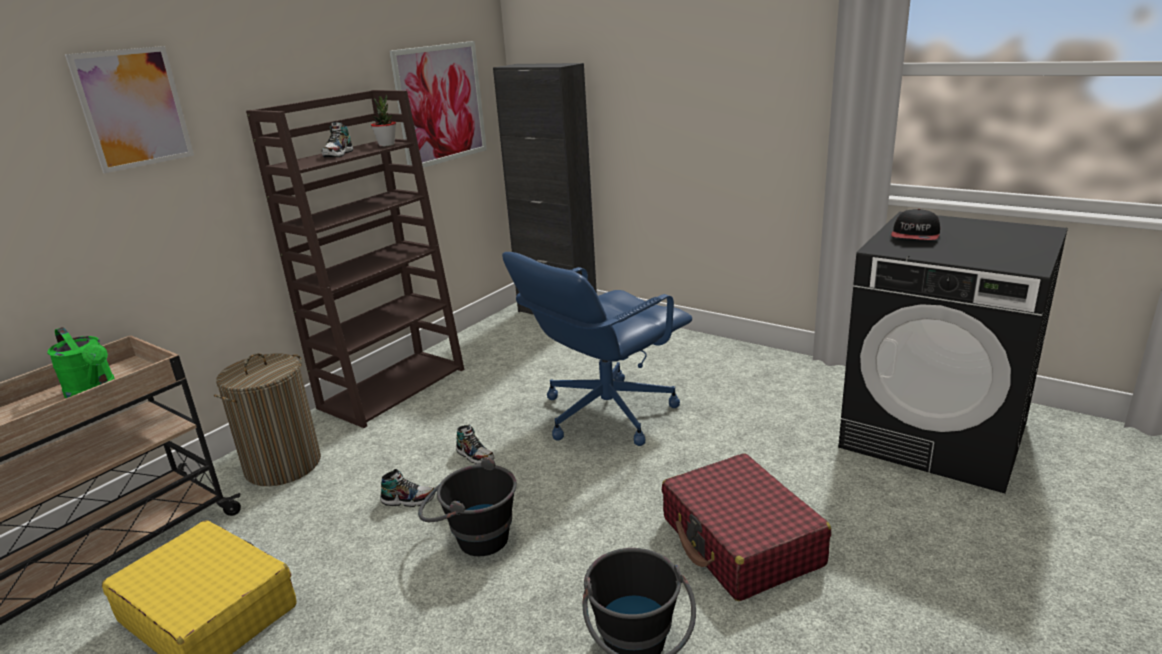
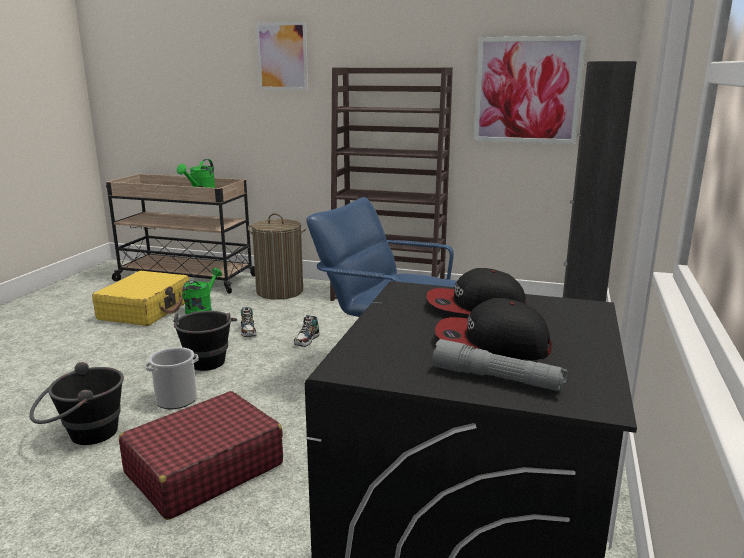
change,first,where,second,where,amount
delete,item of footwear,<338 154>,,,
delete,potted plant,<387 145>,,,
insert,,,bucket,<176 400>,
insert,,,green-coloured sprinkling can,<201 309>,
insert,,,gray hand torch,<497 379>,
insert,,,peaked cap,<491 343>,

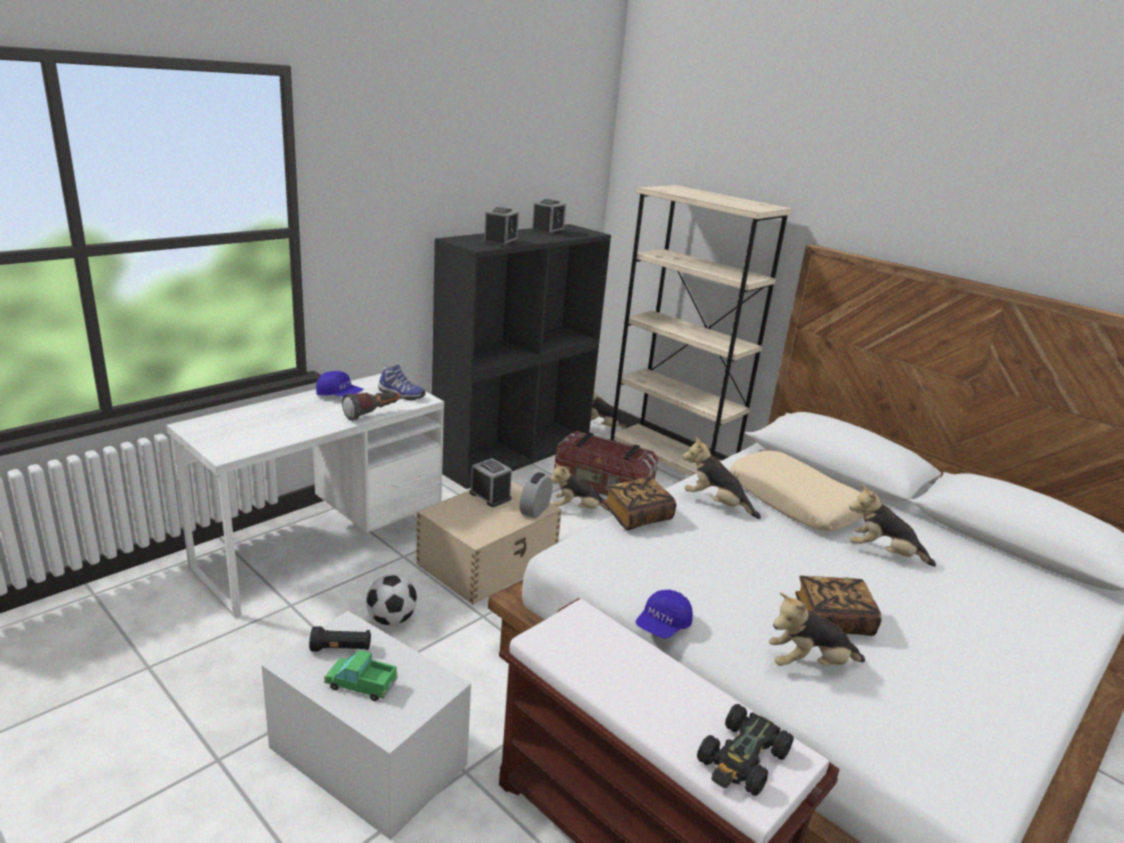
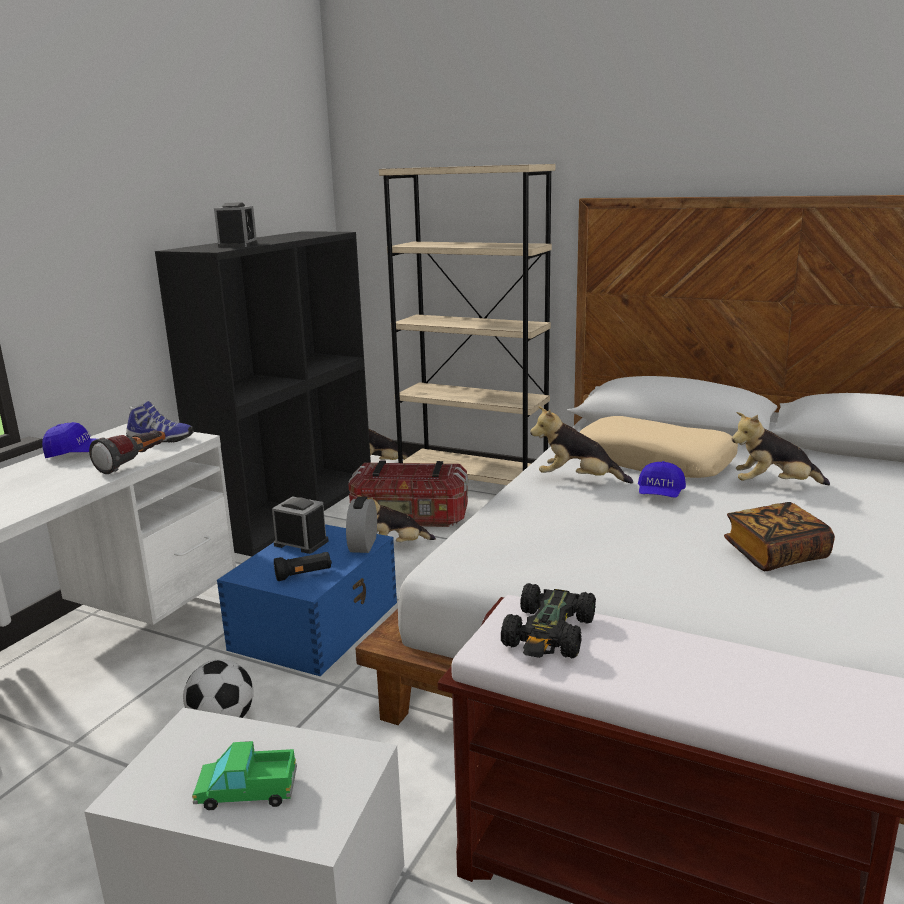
change,first,where,second,where,amount
delete,table clock,<547 231>,,,
delete,volume,<637 516>,,,
delete,soft toy,<809 664>,,,
move,black-coloured hand torch,<341 649>,,<304 575>,
move,blue peaked cap,<662 626>,,<660 495>,
move,black-coloured model car,<743 759>,,<549 633>,
recolor,sand-coloured storage box,<489 561>,blue storage box,<317 624>,

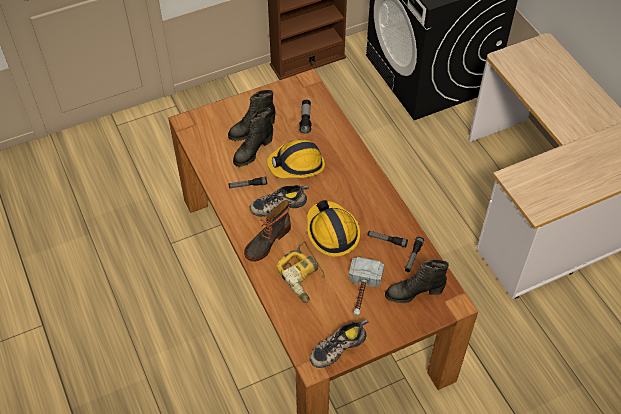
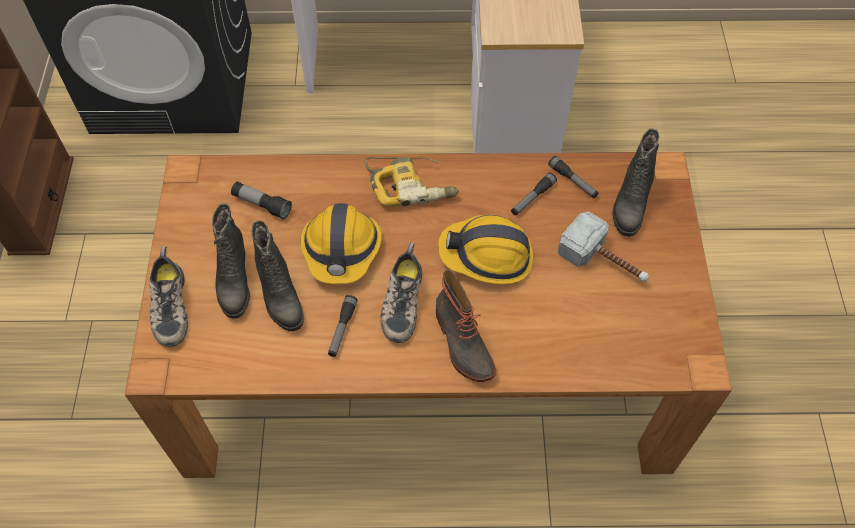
change,first,where,second,where,amount
move,power drill,<303 276>,,<411 185>,
move,item of footwear,<337 346>,,<168 306>,

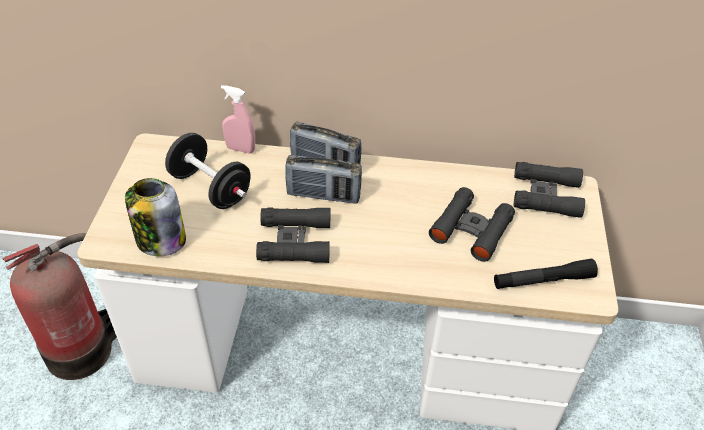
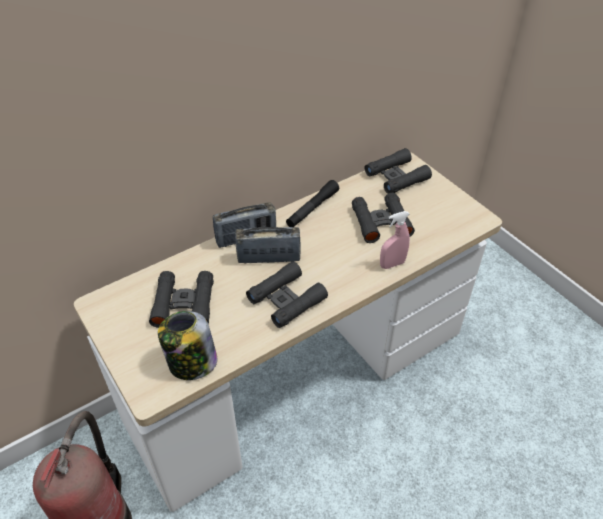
change,first,where,second,where,amount
move,pinkish sprayer,<240 149>,,<392 264>,
move,black-coloured hand torch,<543 280>,,<312 209>,
replace,black-coloured dumbbell,<210 188>,black-coloured binoculars,<184 304>,
rotate,radio receiver,<323 195>,,<269 258>,150 degrees counterclockwise

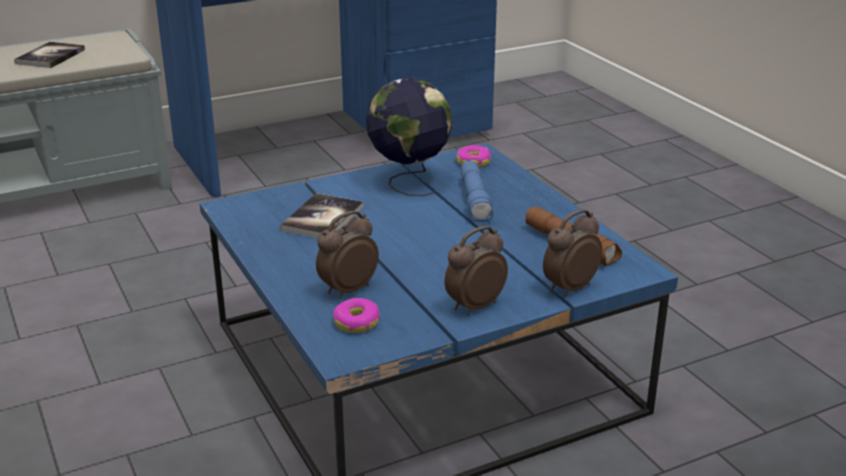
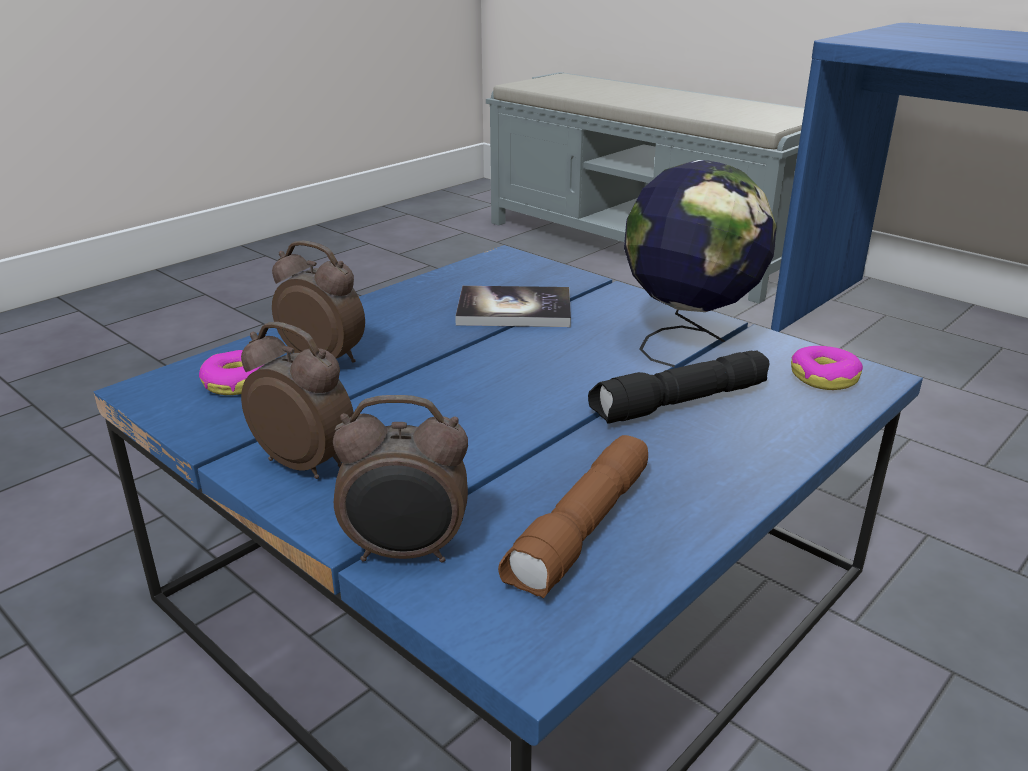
change,first,where,second,where,amount
delete,volume,<50 56>,,,
recolor,blue hand torch,<476 200>,black-coloured hand torch,<679 404>,
rotate,table clock,<568 288>,,<406 553>,150 degrees clockwise

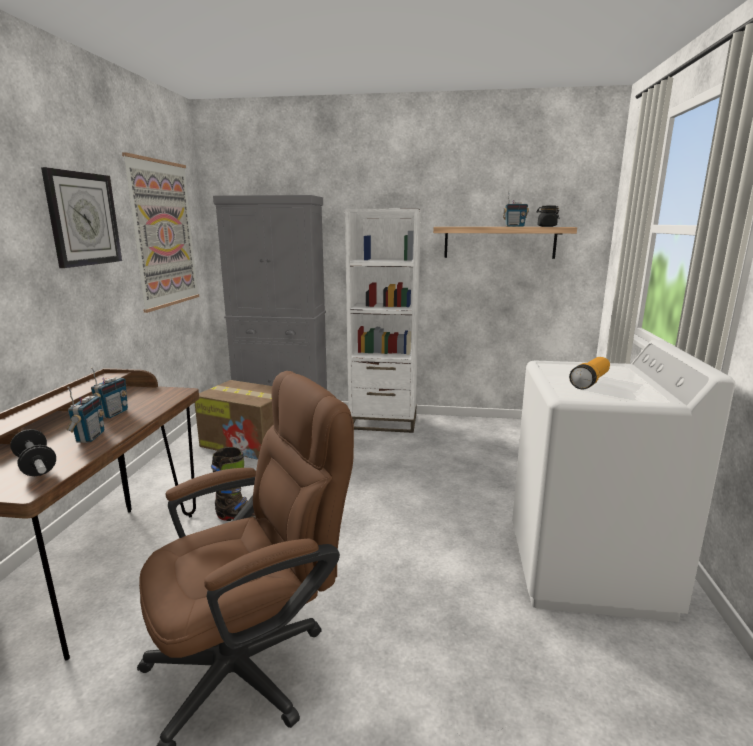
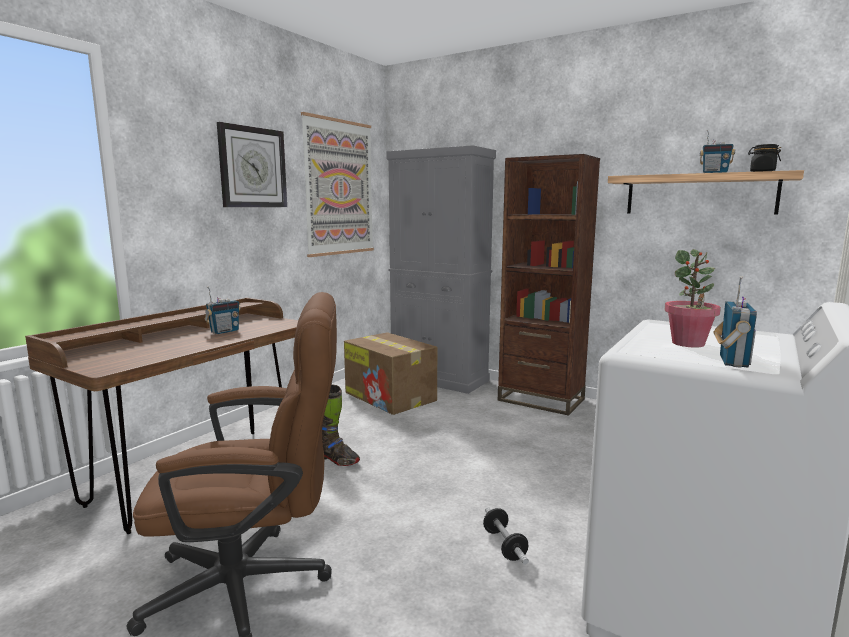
change,first,where,second,where,amount
move,dumbbell,<36 466>,,<504 545>,
move,radio receiver,<90 437>,,<732 361>,
replace,hand torch,<590 382>,potted plant,<688 343>,
recolor,white shelving unit,<383 422>,brown-coloured shelving unit,<541 400>,

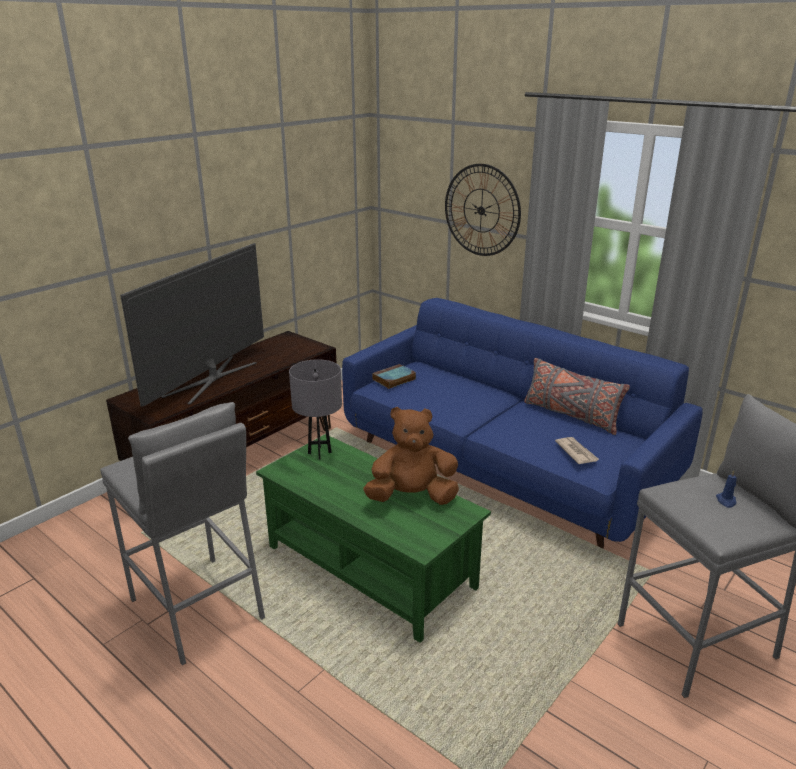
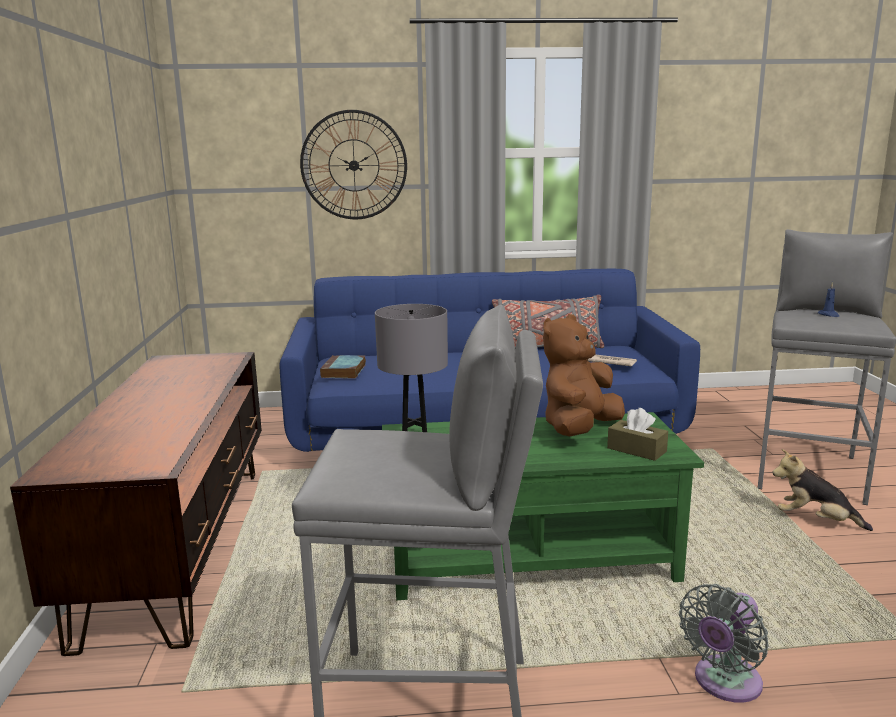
change,first,where,second,where,amount
delete,TV,<211 379>,,,
insert,,,brown-coloured tissue box,<636 450>,
insert,,,gray electric fan,<724 683>,
insert,,,soft toy,<815 521>,

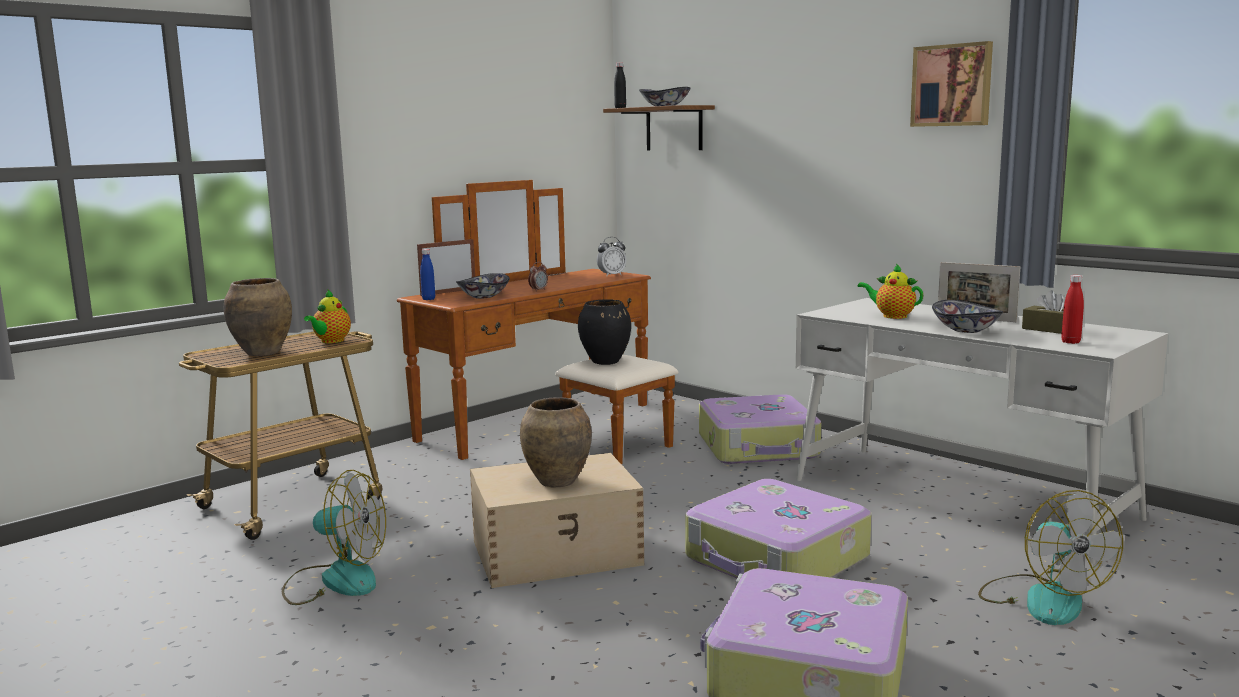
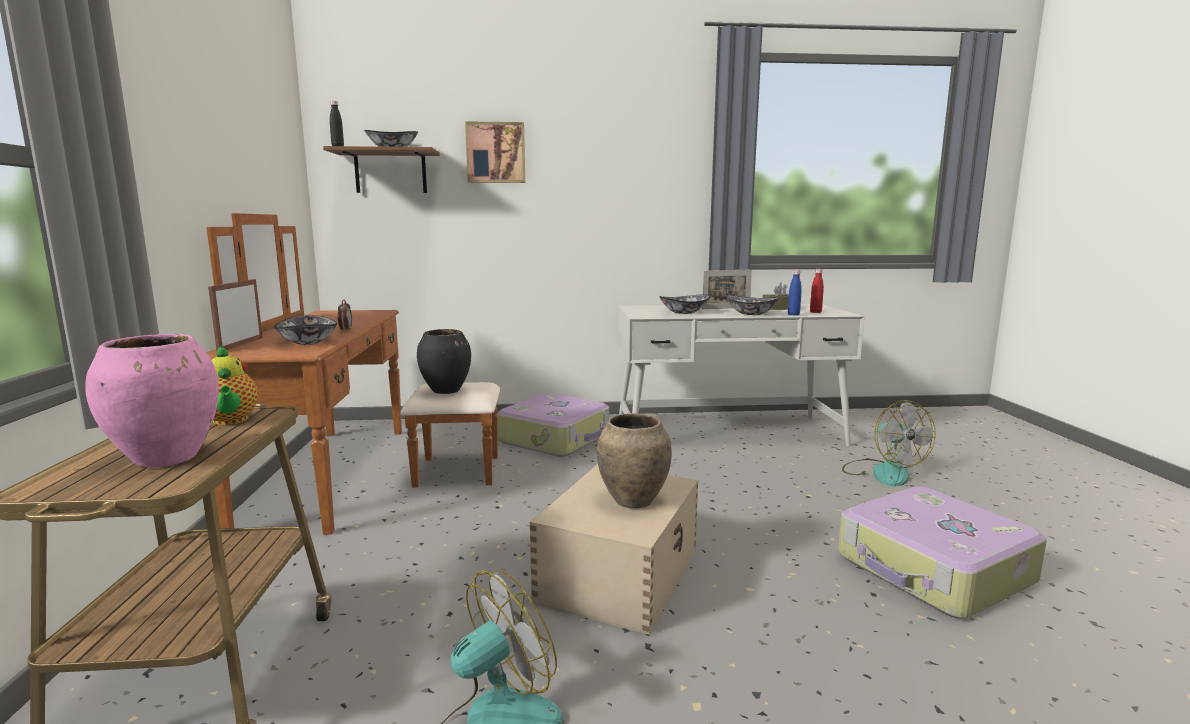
change,first,where,second,where,amount
delete,table clock,<611 275>,,,
delete,piece of luggage,<776 559>,,,
move,blue bottle,<428 299>,,<793 314>,
move,picture,<952 85>,,<496 153>,
replace,pot for tea,<892 316>,bowl,<684 312>,
recolor,brown-coloured vase,<263 353>,pinkish vase,<168 458>,
rotate,electric fan,<1042 599>,,<882 472>,45 degrees clockwise

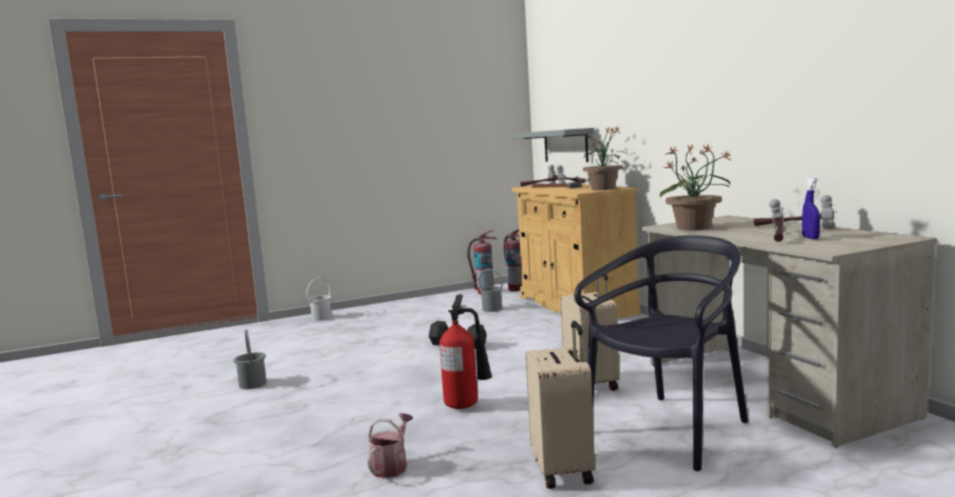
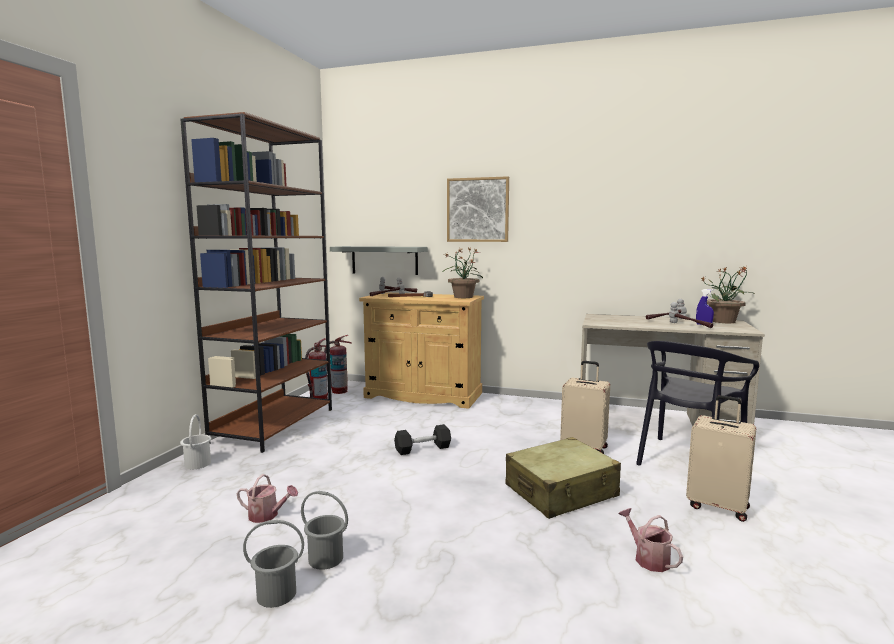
change,first,where,second,where,amount
insert,,,brown-coloured shelving unit,<274 425>,
insert,,,sprinkling can,<267 515>,
insert,,,picture,<477 210>,
move,gray bucket,<492 309>,,<276 594>,
move,potted plant,<694 228>,,<724 321>,
replace,fire extinguisher,<467 405>,sand-coloured piece of luggage,<561 491>,
rotate,black-coloured chair,<669 430>,,<687 461>,135 degrees counterclockwise

